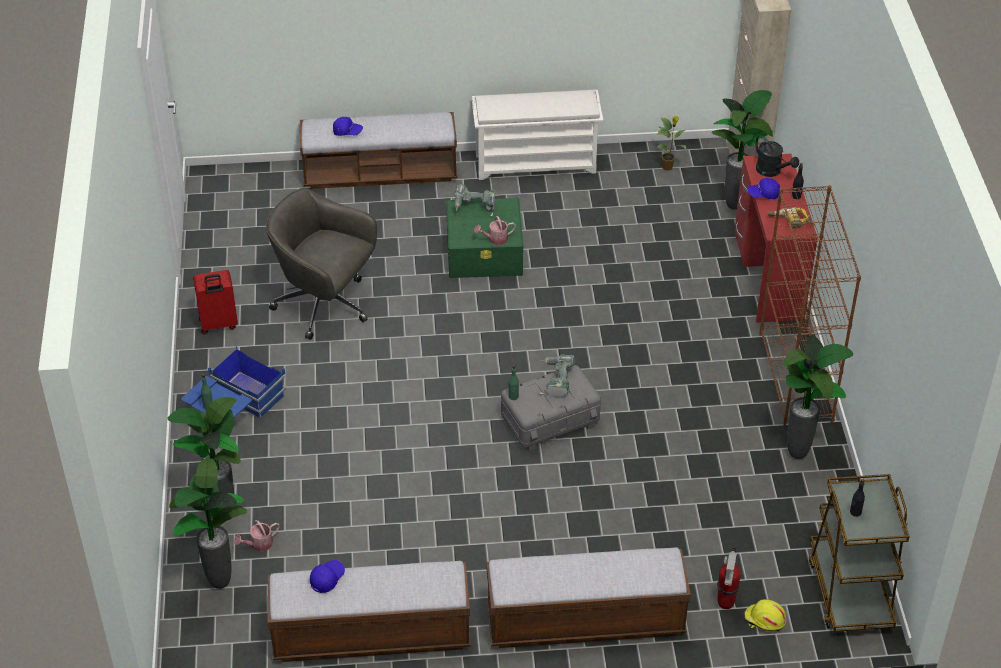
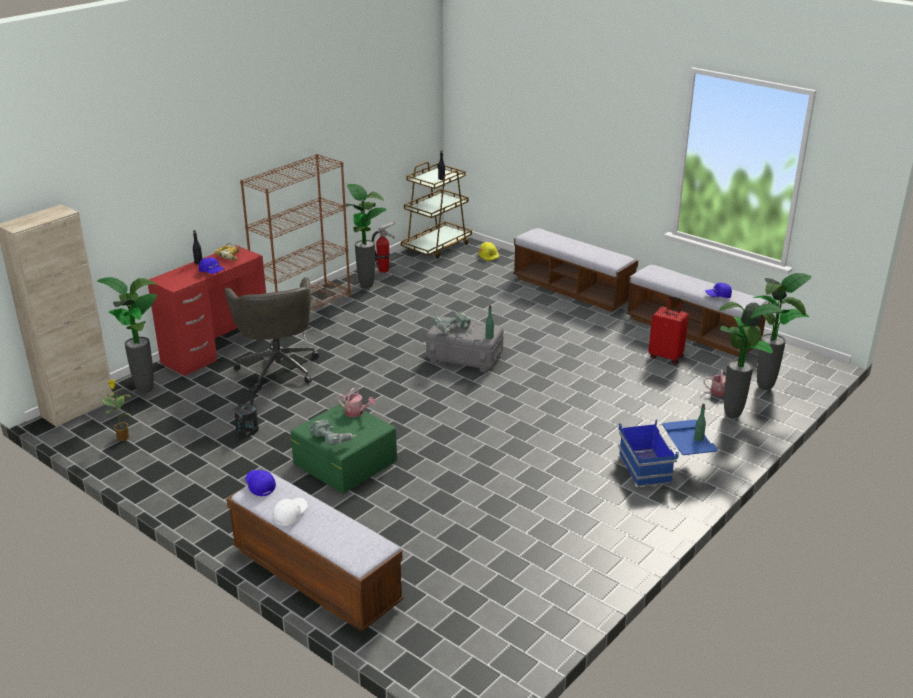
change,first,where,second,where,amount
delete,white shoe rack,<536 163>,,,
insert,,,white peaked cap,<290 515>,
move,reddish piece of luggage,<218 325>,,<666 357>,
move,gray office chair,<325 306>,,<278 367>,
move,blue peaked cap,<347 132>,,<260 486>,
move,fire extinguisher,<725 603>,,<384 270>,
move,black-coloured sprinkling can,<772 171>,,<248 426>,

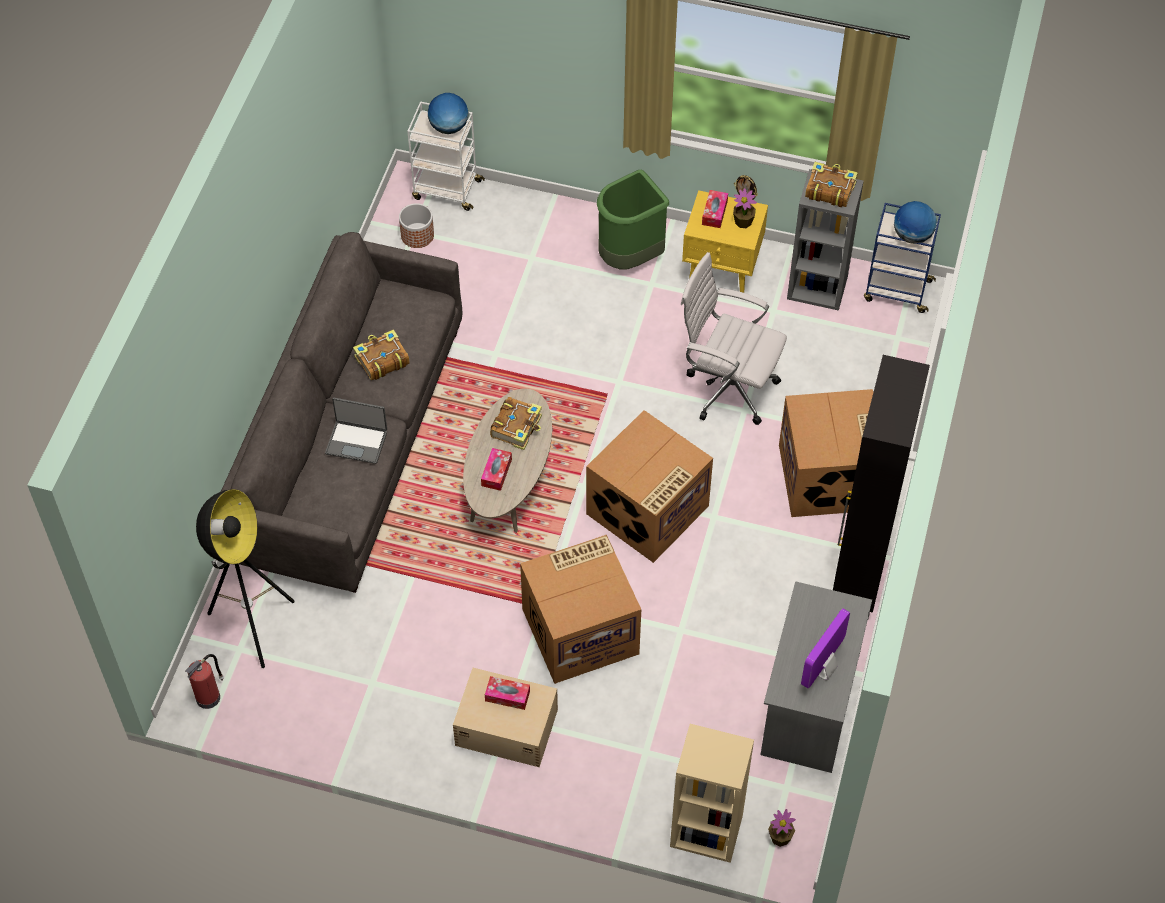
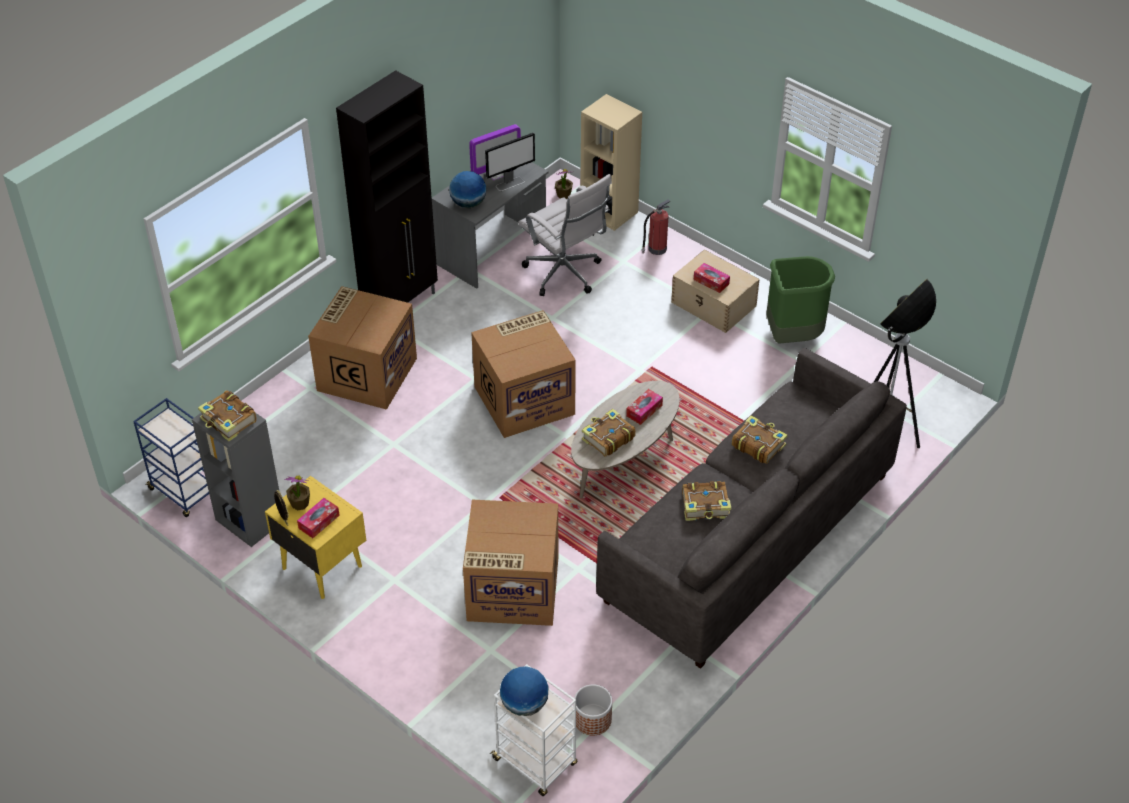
change,first,where,second,where,amount
insert,,,monitor,<510 183>,
move,fire extinguisher,<209 696>,,<656 249>,
move,carton,<581 629>,,<511 590>,
move,green-coloured rubbish bin,<630 257>,,<792 336>,
move,white office chair,<727 388>,,<565 275>,
move,world globe,<912 236>,,<468 203>,
replace,notebook computer,<357 442>,volume,<758 445>,

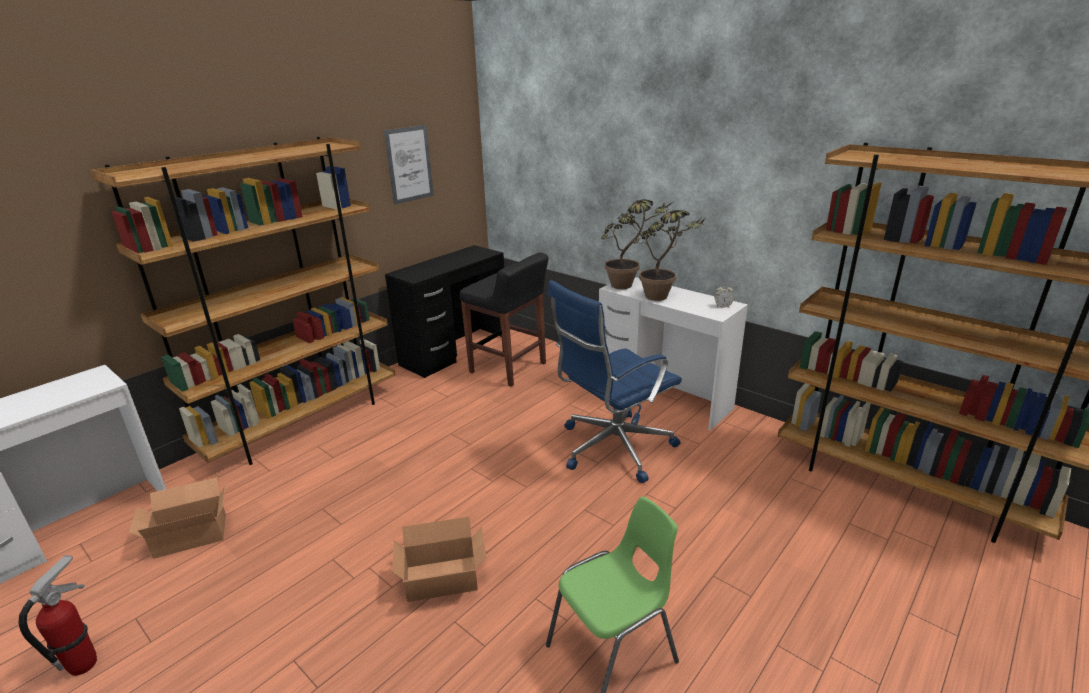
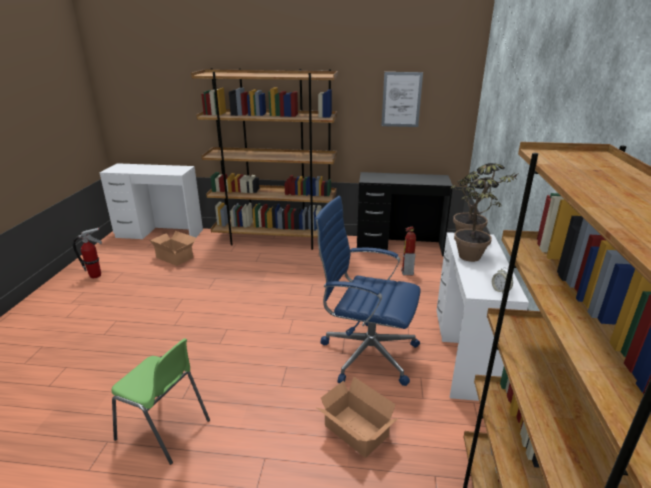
change,first,where,second,where,amount
move,carton,<443 580>,,<355 433>,
replace,black-coloured sitting stool,<509 368>,fire extinguisher,<407 272>,

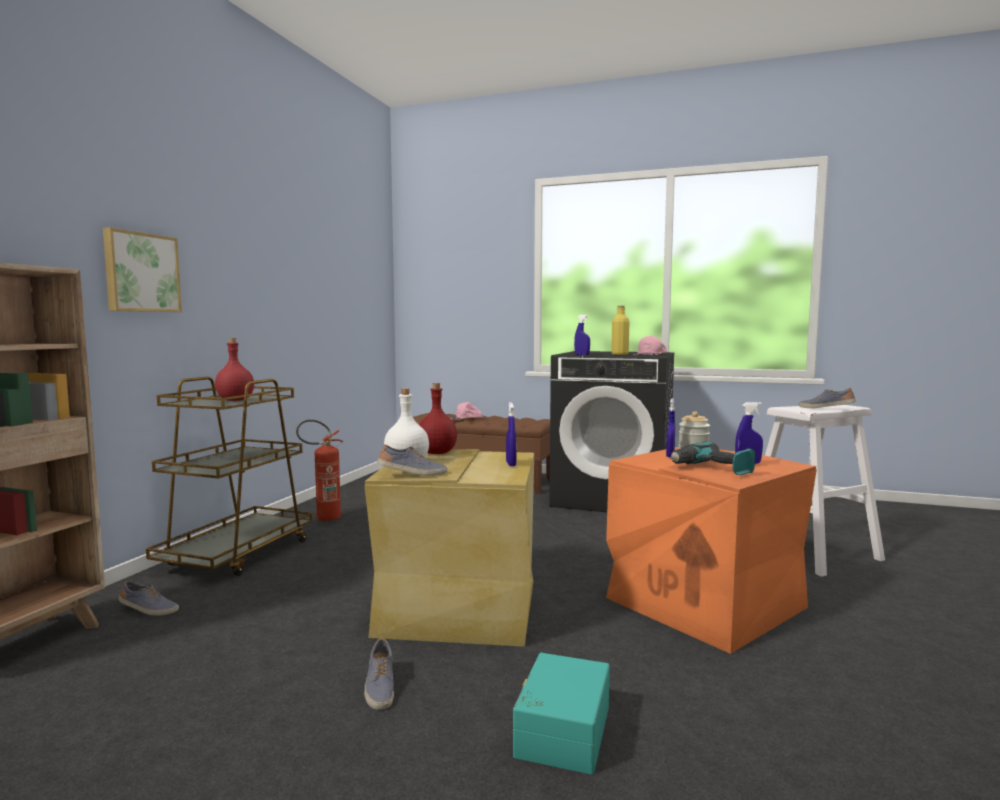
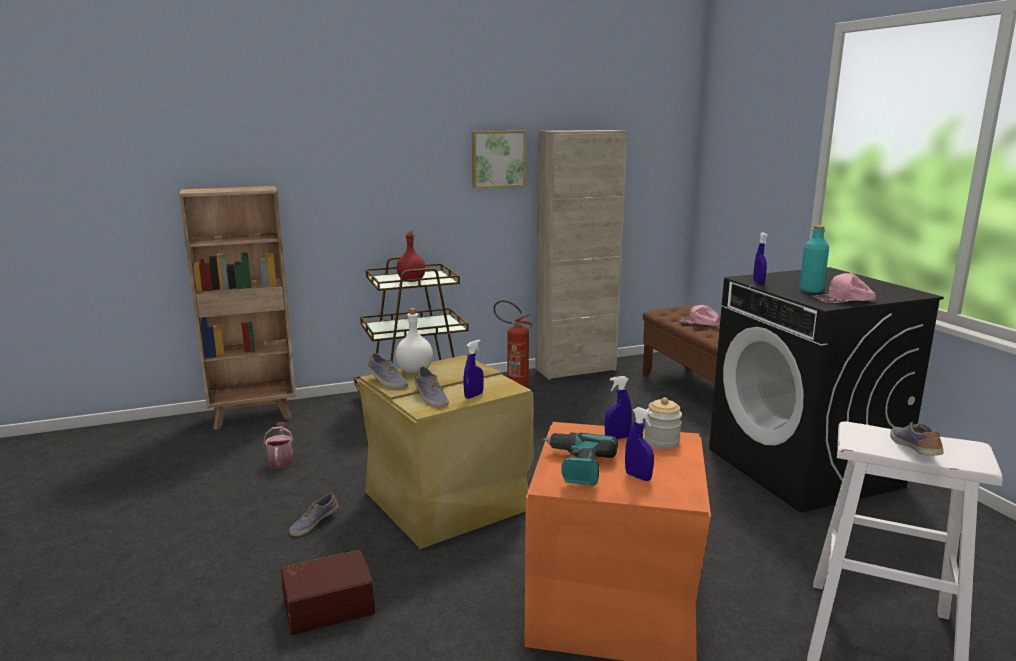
change,first,where,second,where,amount
delete,reddish bottle,<436 453>,,,
insert,,,sprinkling can,<281 460>,
insert,,,sand-coloured cabinet,<575 369>,
move,picture,<141 272>,,<498 159>,
move,item of footwear,<148 610>,,<430 398>,
recolor,blue-green storage box,<560 730>,brown-coloured storage box,<328 605>,
recolor,yellowish bottle,<619 354>,blue-green bottle,<811 290>,

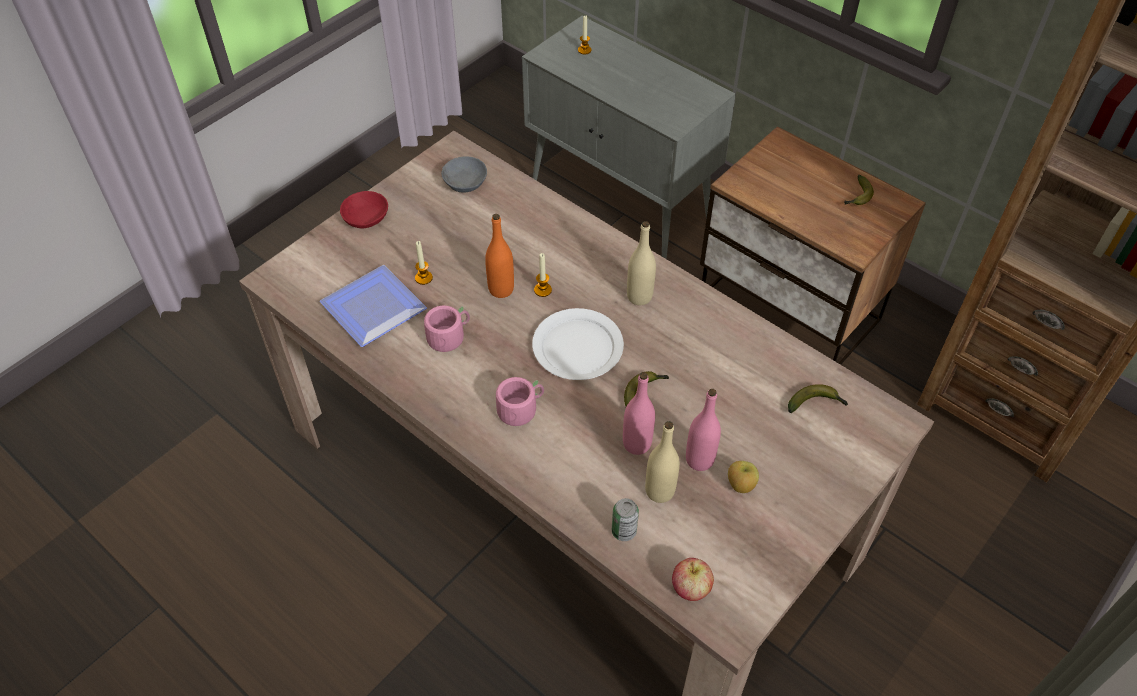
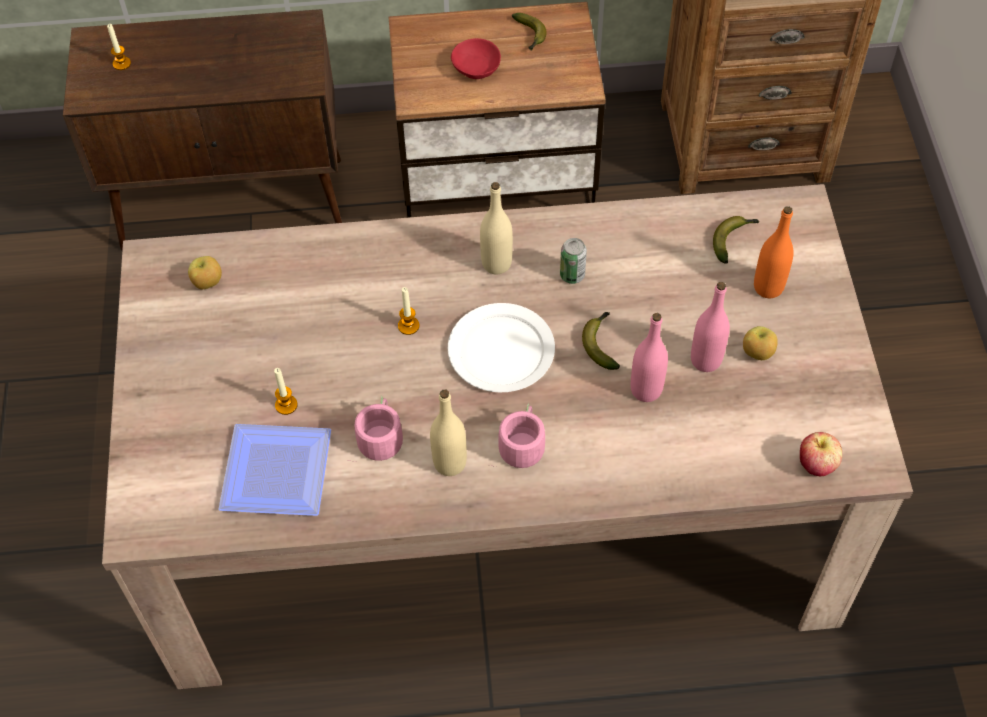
change,first,where,second,where,amount
move,reddish bowl,<366 219>,,<478 68>,
move,orangey bottle,<501 289>,,<768 287>,
move,sealed can,<624 531>,,<572 275>,
move,sand-coloured bottle,<659 491>,,<450 463>,
replace,gray bowl,<466 183>,apple,<207 283>,
recolor,gray cabinet,<621 202>,brown-coloured cabinet,<235 204>,

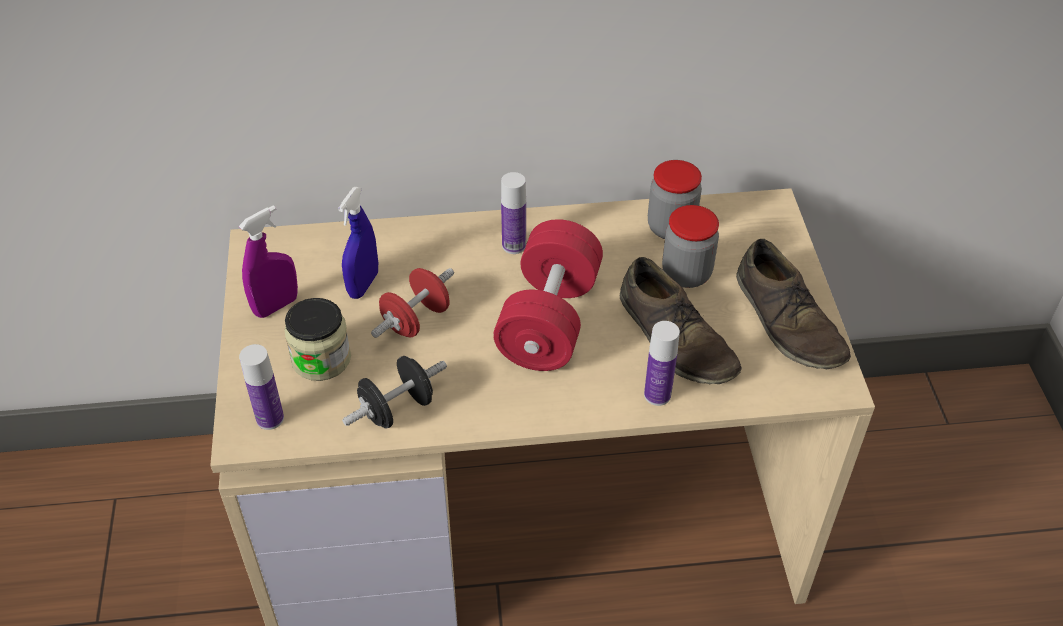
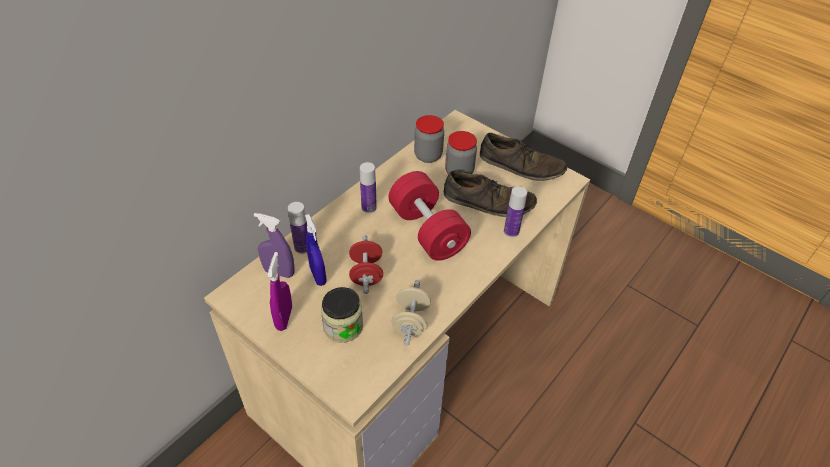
change,first,where,second,where,amount
insert,,,purple sprayer,<279 272>,
move,bottle,<270 418>,,<302 247>,
recolor,black-coloured dumbbell,<397 409>,sand-coloured dumbbell,<411 321>,

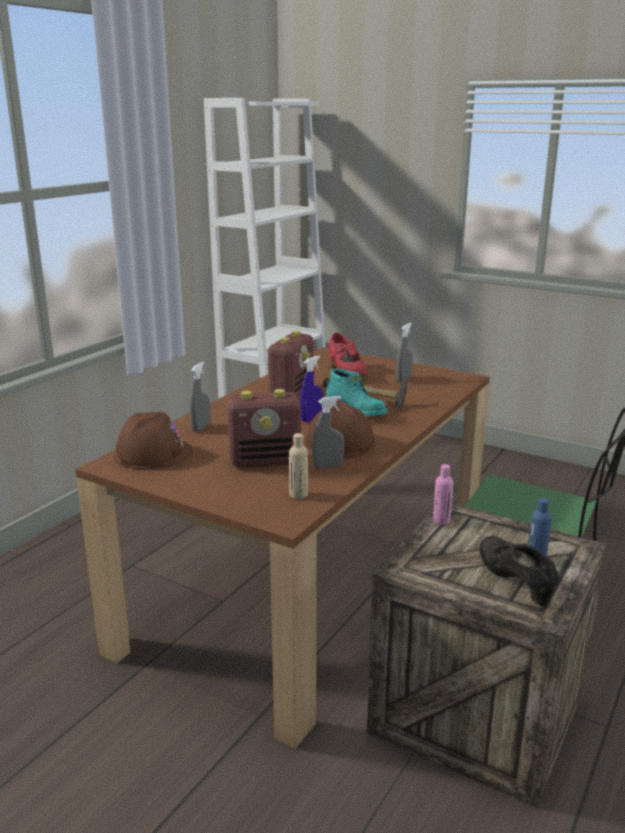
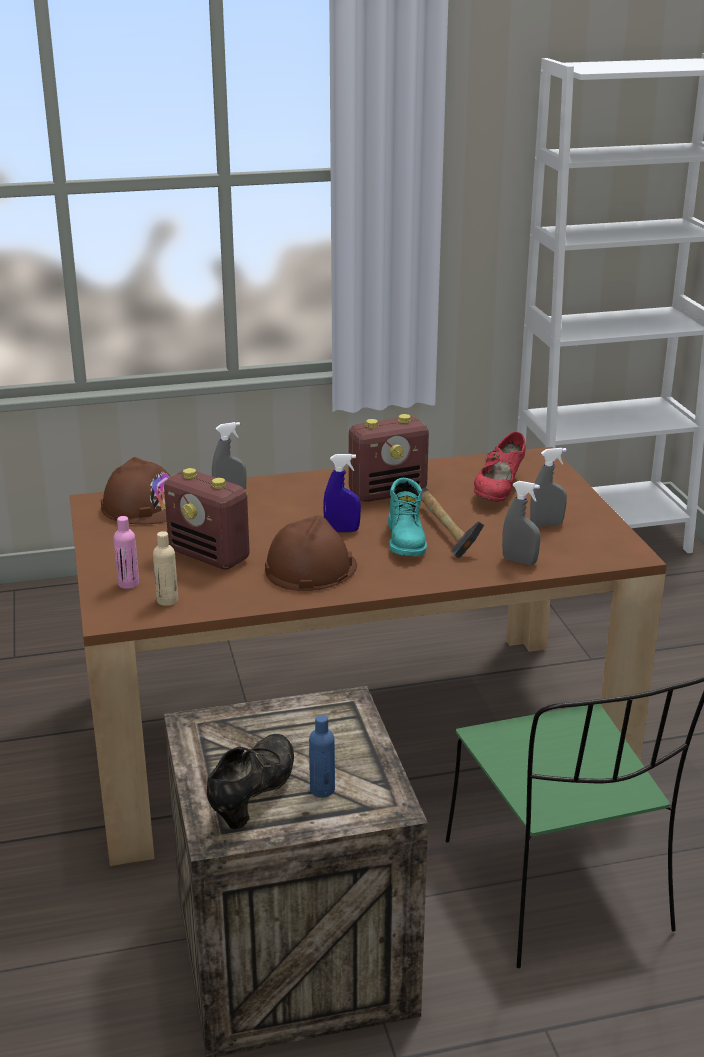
change,first,where,second,where,amount
move,gray sprayer,<328 466>,,<519 561>,
move,pinkish bottle,<441 521>,,<128 584>,

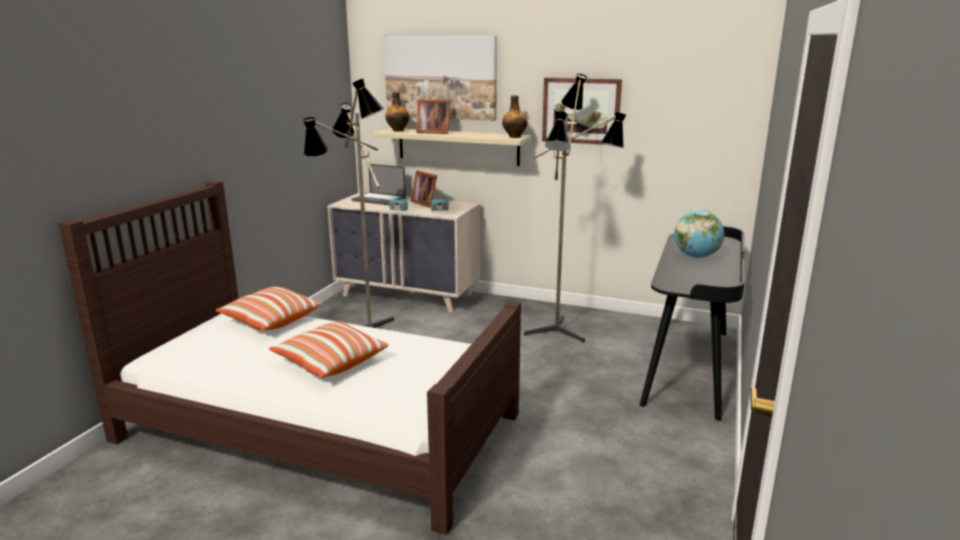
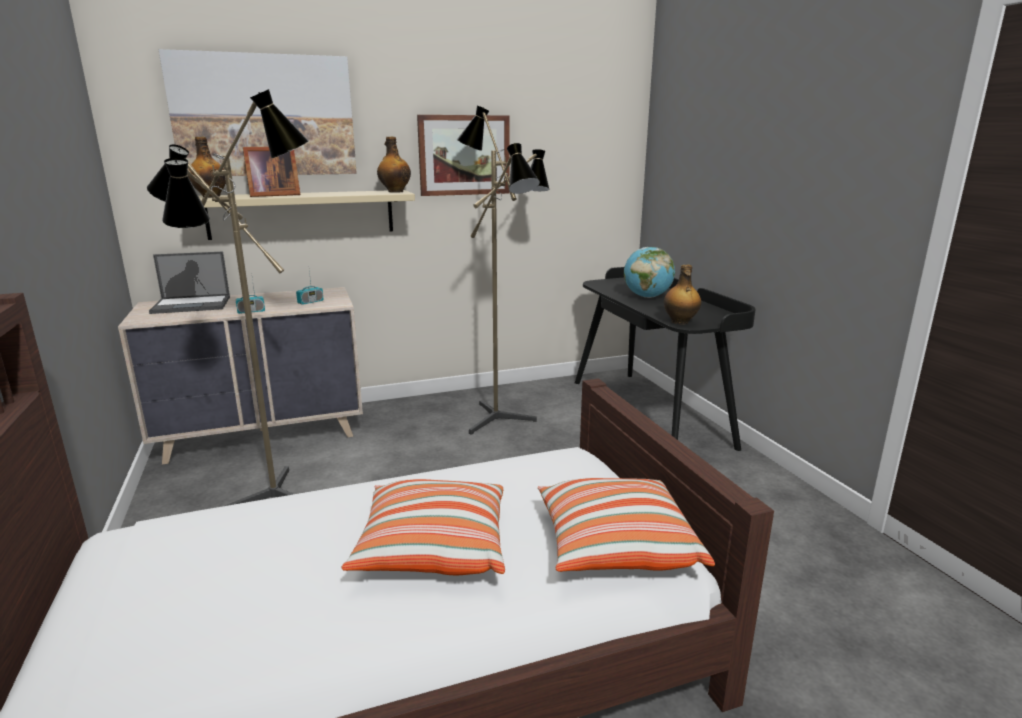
change,first,where,second,where,amount
delete,standing frame,<425 203>,,,
insert,,,bottle,<680 322>,
move,cushion,<270 321>,,<615 546>,

